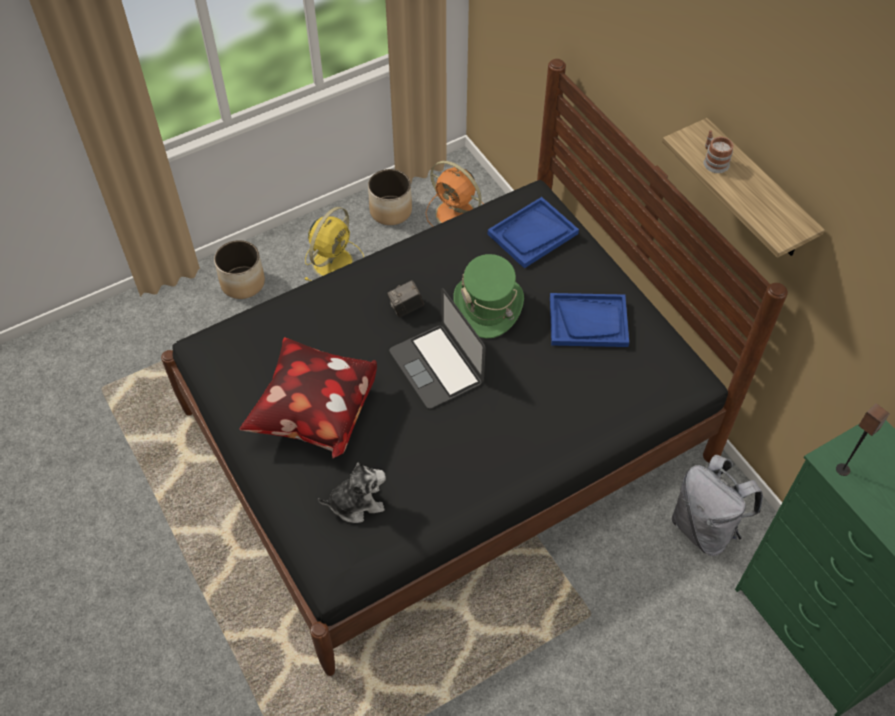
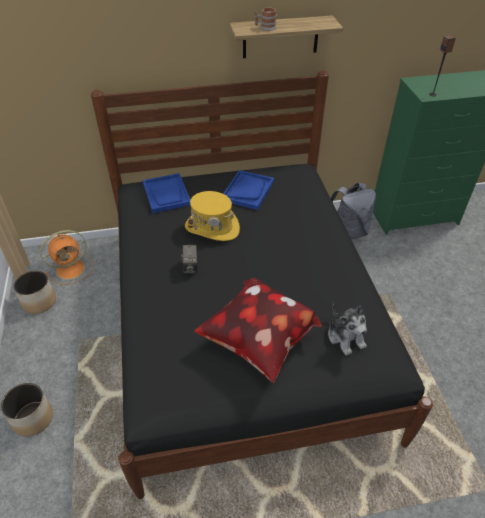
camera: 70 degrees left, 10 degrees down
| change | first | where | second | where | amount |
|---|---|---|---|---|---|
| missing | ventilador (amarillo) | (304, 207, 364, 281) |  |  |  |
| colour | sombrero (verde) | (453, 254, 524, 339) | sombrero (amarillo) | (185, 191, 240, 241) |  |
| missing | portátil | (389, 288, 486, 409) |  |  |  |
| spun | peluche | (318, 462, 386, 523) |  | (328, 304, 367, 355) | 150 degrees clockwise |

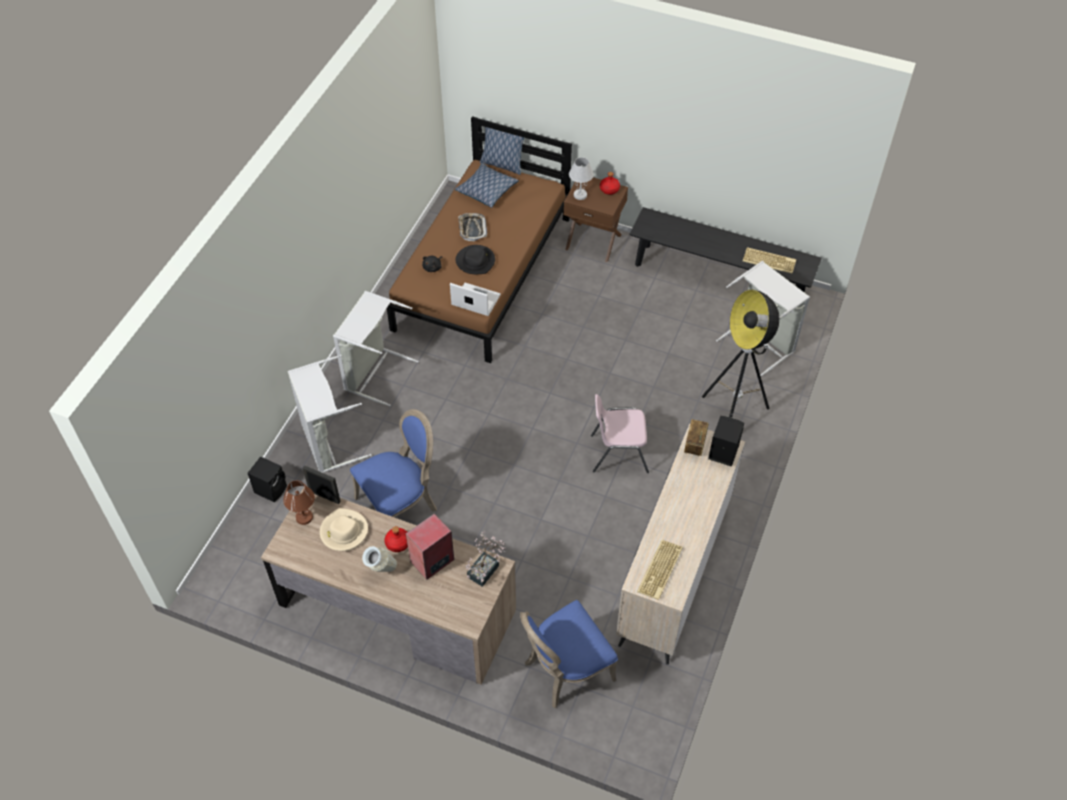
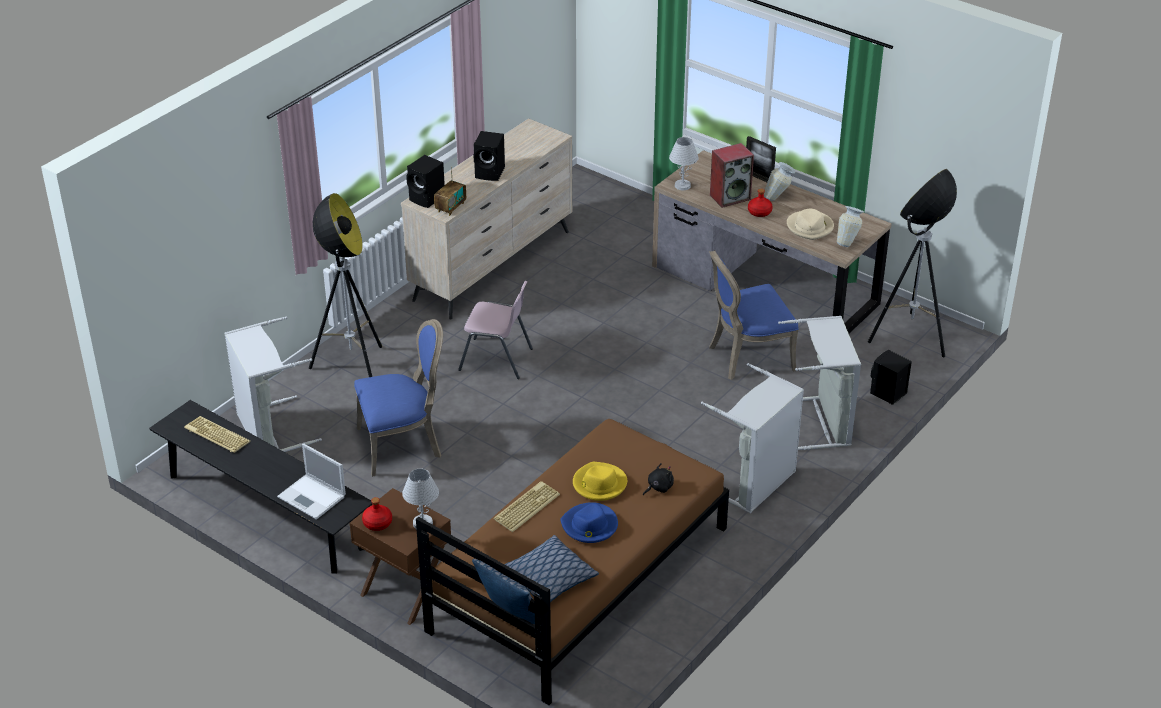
camera: 165 degrees left, 15 degrees down
| change | first | where | second | where | amount |
|---|---|---|---|---|---|
| exchanged | bandeja | (458, 213, 487, 241) | sombrero (azul) | (560, 502, 618, 543) |  |
| colour | sombrero (negro) | (456, 245, 495, 274) | sombrero (amarillo) | (573, 462, 627, 501) |  |
| relocated | portátil | (450, 283, 501, 316) |  | (277, 443, 346, 520) |  |
| relocated | portarretratos | (303, 465, 341, 504) |  | (746, 136, 776, 182) |  |
| exchanged | lámpara de mesa (marrón) | (283, 480, 315, 525) | florero | (837, 206, 864, 247) |  |
| exchanged | planta en maceta | (466, 531, 506, 587) | lámpara de mesa (blanco) | (669, 137, 699, 190) |  |
| relocated | teclado | (637, 540, 683, 600) |  | (494, 481, 560, 532) |  |
| relocated | silla (azul) | (520, 600, 618, 708) |  | (354, 319, 443, 477) |  |
| appeared |  |  | altavoz (negro) | (473, 131, 505, 181) |  |
| appeared |  |  | lámpara de pie | (868, 169, 957, 357) |  |

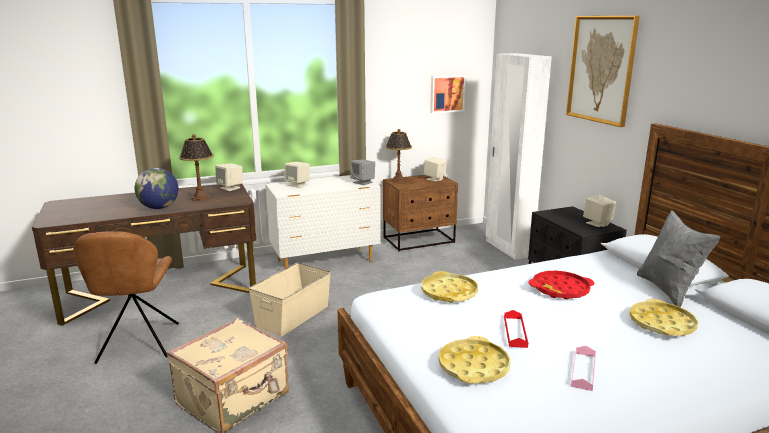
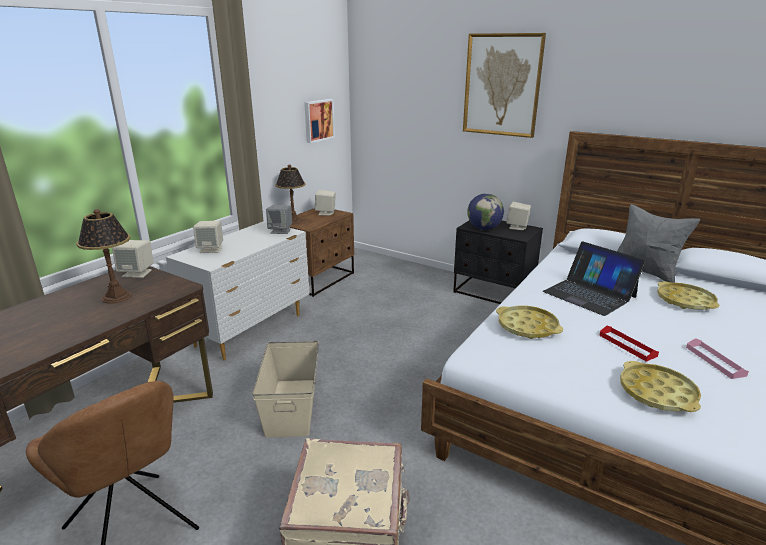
camera: 35 degrees left, 5 degrees up
| change | first | where | second | where | amount |
|---|---|---|---|---|---|
| missing | armario ropero (blanco) | (485, 53, 552, 260) |  |  |  |
| relocated | globo terráqueo | (135, 168, 178, 209) |  | (467, 193, 504, 230) |  |
| exchanged | bandeja (rojo) | (528, 271, 594, 299) | portátil | (542, 241, 646, 316) |  |

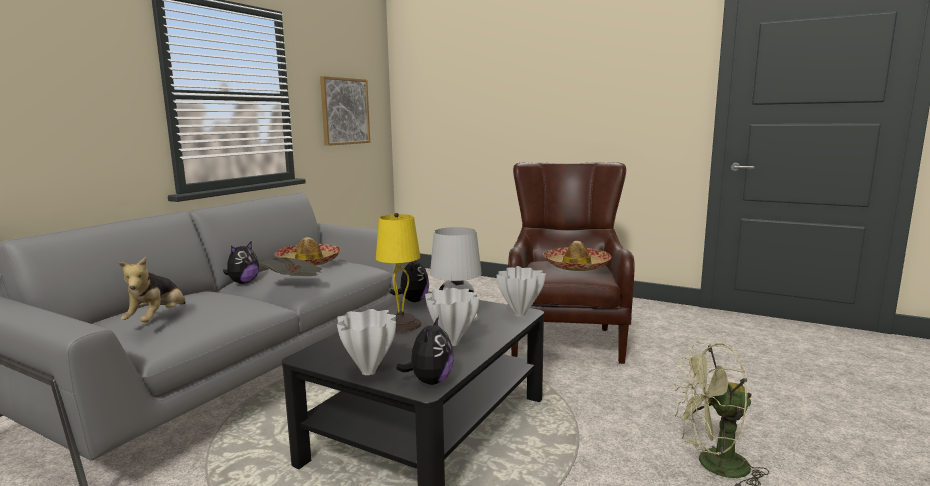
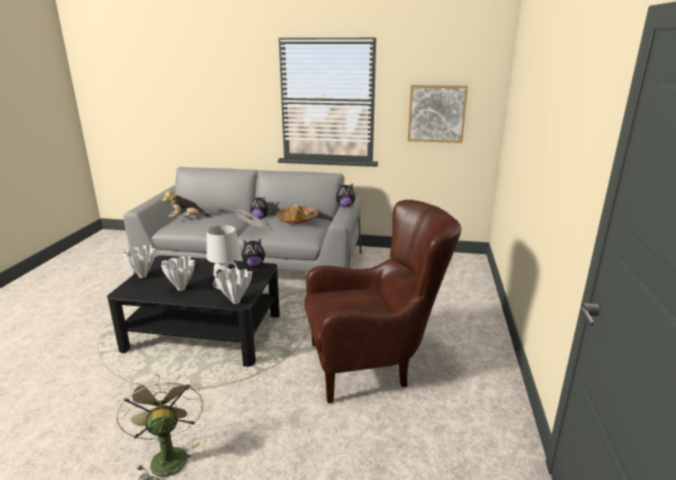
camera: 70 degrees right, 10 degrees up
| change | first | where | second | where | amount |
|---|---|---|---|---|---|
| missing | lámpara de mesa (amarillo) | (376, 213, 421, 333) |  |  |  |
| missing | sombrero | (543, 241, 611, 271) |  |  |  |
| relocated | peluche | (396, 316, 454, 385) |  | (336, 183, 356, 207) |  |

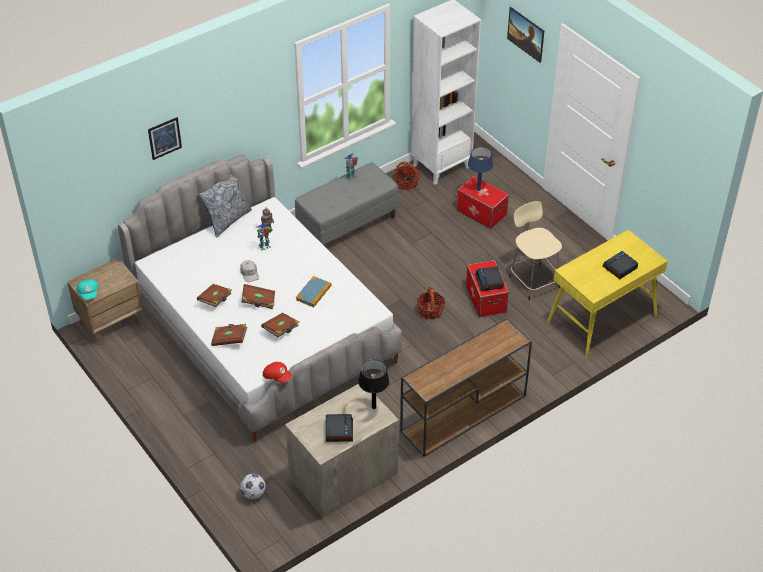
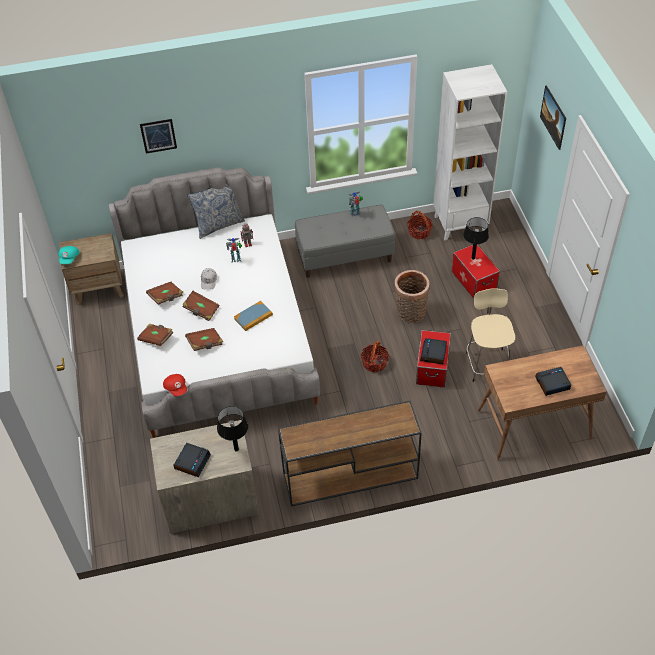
camera: 25 degrees right, 5 degrees up
| change | first | where | second | where | amount |
|---|---|---|---|---|---|
| colour | lámpara de mesa (azul) | (468, 147, 493, 191) | lámpara de mesa (negro) | (463, 217, 489, 260) |  |
| colour | escritorio (amarillo) | (546, 230, 668, 358) | escritorio (marrón) | (478, 345, 607, 460) |  |
| missing | balón de fútbol | (240, 474, 265, 499) |  |  |  |
| appeared |  |  | cesta | (394, 270, 430, 323) |  |

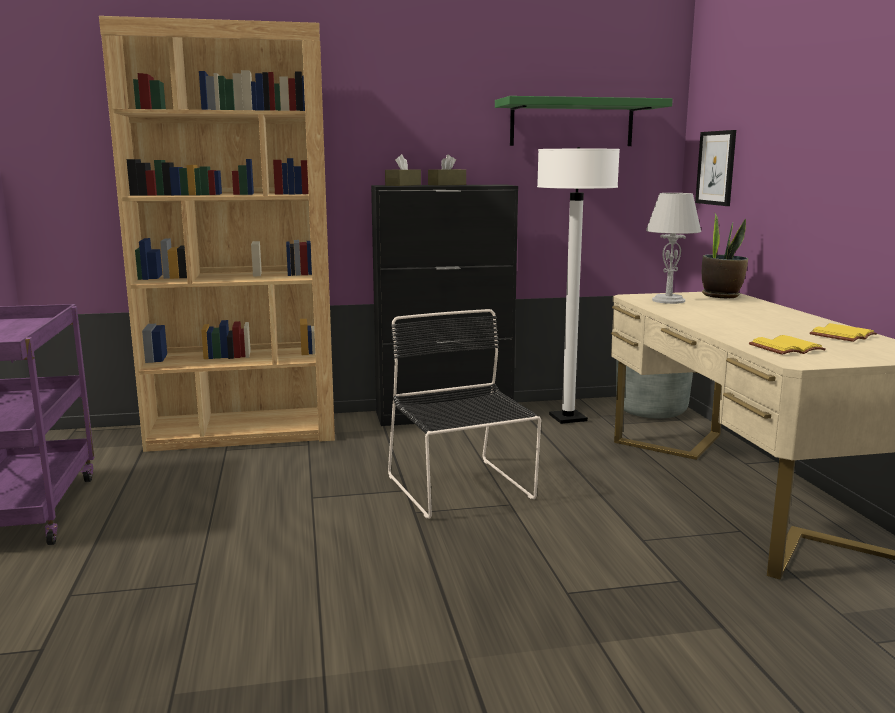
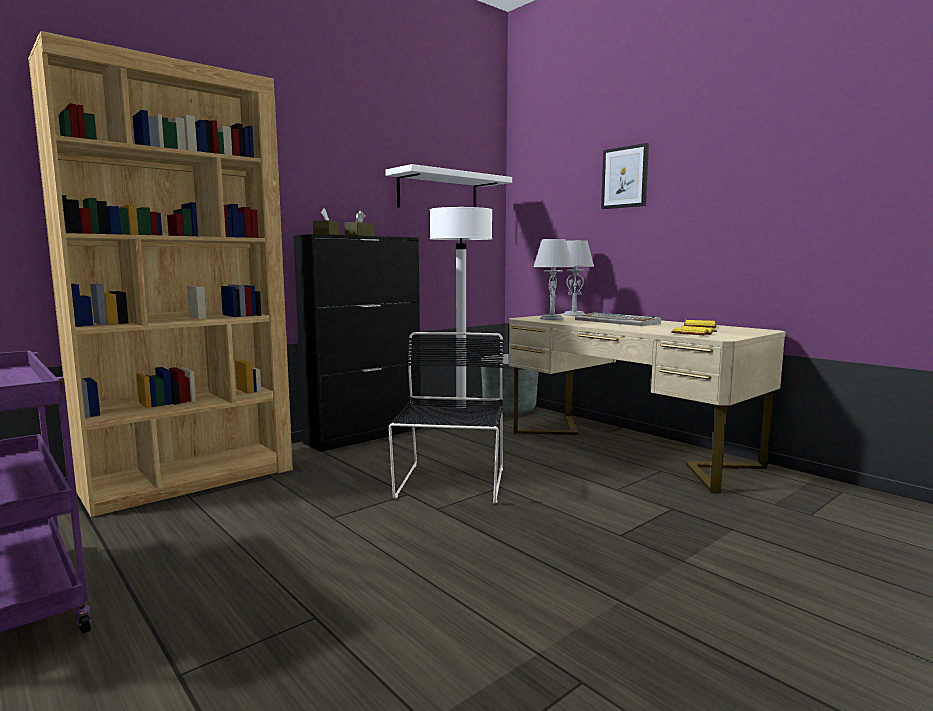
camera: 30 degrees left, 5 degrees down
| change | first | where | second | where | amount |
|---|---|---|---|---|---|
| colour | estante (verde) | (495, 96, 673, 146) | estante (blanco) | (385, 164, 512, 208) |  |
| relocated | cuadro | (695, 130, 736, 206) |  | (601, 143, 649, 209) |  |
| exchanged | planta en maceta | (702, 212, 748, 298) | lámpara de mesa (gris) | (563, 240, 594, 316) |  |
| spun | silla (negro) | (388, 309, 541, 519) |  | (389, 332, 504, 504) | 60 degrees clockwise |
| appeared |  |  | teclado | (575, 312, 661, 326) |  |

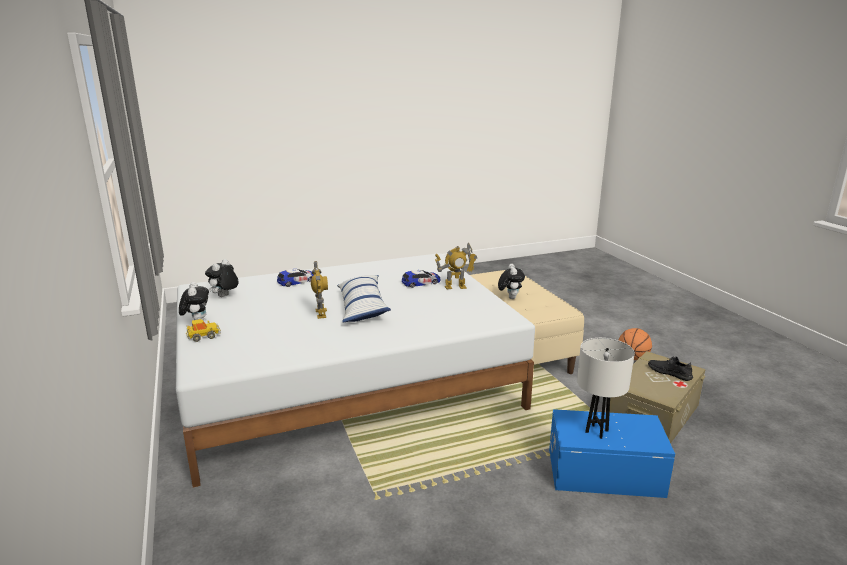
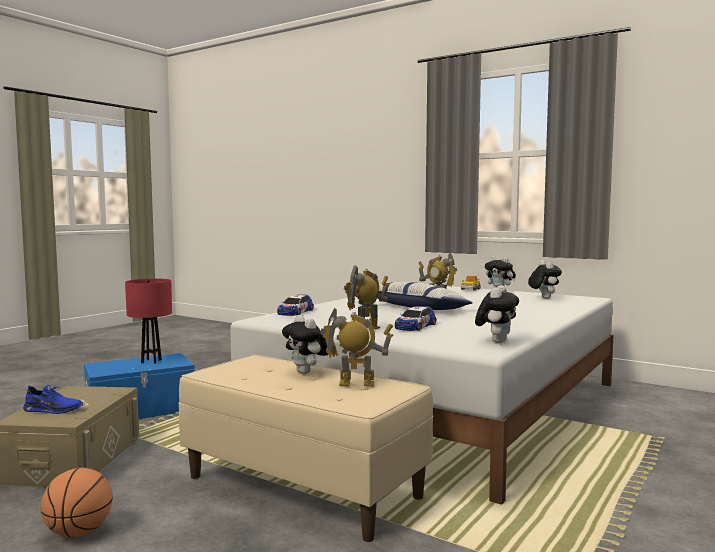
camera: 145 degrees right, 15 degrees down
| change | first | where | second | where | amount |
|---|---|---|---|---|---|
| relocated | coche de juguete | (277, 269, 313, 287) |  | (277, 294, 314, 316) |  |
| colour | lámpara de mesa (blanco) | (577, 338, 635, 439) | lámpara de mesa (rojo) | (125, 279, 172, 364) |  |
| colour | zapato (negro) | (648, 356, 693, 381) | zapato (azul) | (23, 385, 83, 414) |  |
| appeared |  |  | peluche | (475, 285, 519, 343) |  |
| appeared |  |  | robot de juguete | (320, 307, 393, 386) |  |

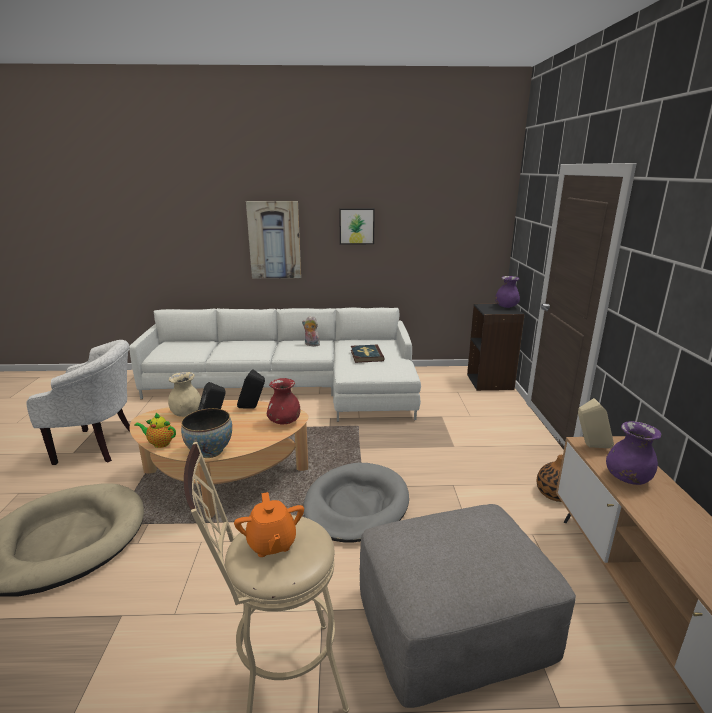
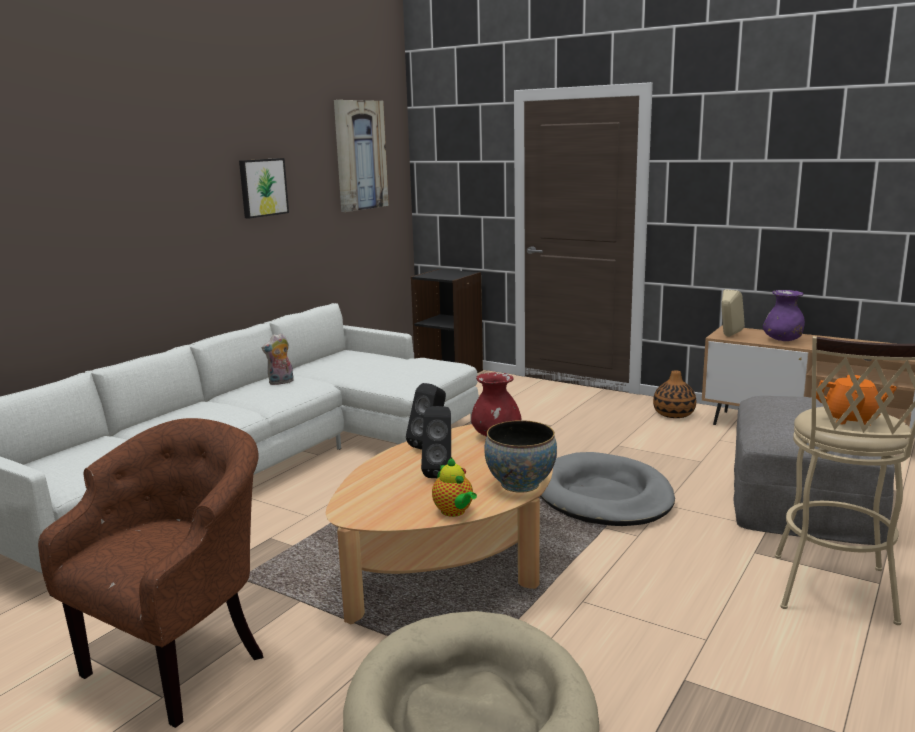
camera: 55 degrees left, 5 degrees down
| change | first | where | second | where | amount |
|---|---|---|---|---|---|
| relocated | cuadro | (246, 201, 301, 278) |  | (334, 100, 389, 212) |  |
| missing | florero (morado) | (495, 276, 520, 308) |  |  |  |
| colour | sillón (blanco) | (26, 340, 130, 465) | sillón (marrón) | (38, 418, 263, 728) |  |
| missing | libro | (351, 345, 384, 363) |  |  |  |
| missing | florero (beis) | (168, 372, 201, 417) |  |  |  |
| spun | tetera | (134, 413, 176, 448) |  | (432, 457, 477, 517) | 75 degrees counterclockwise |

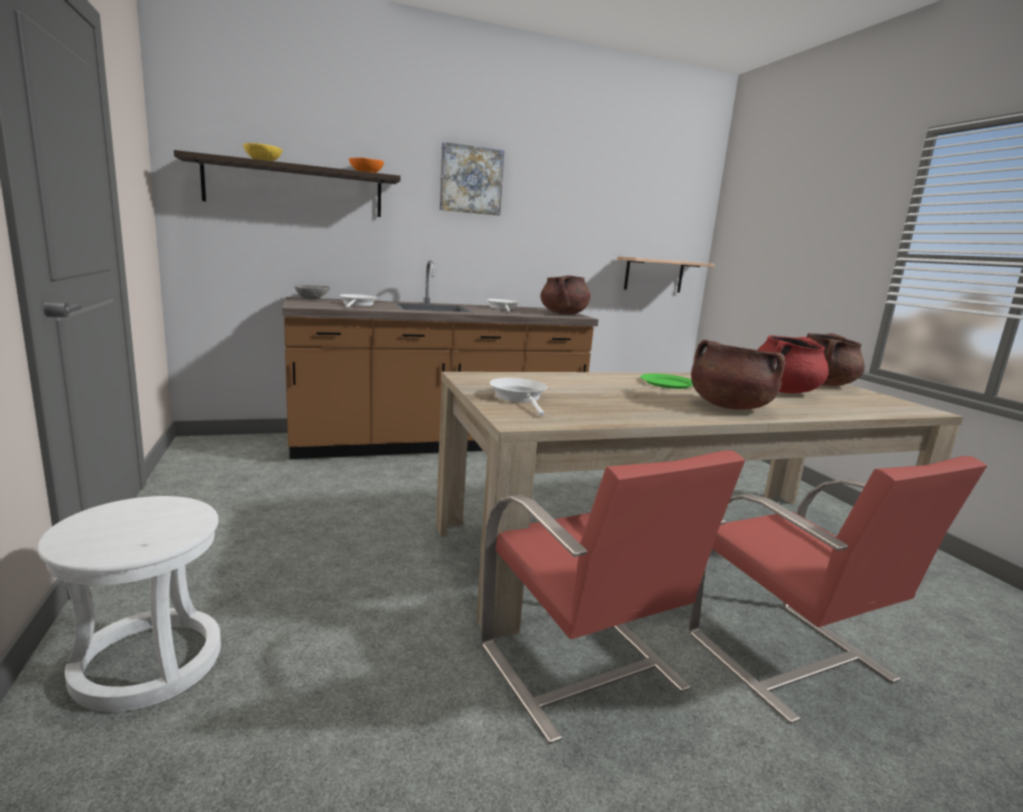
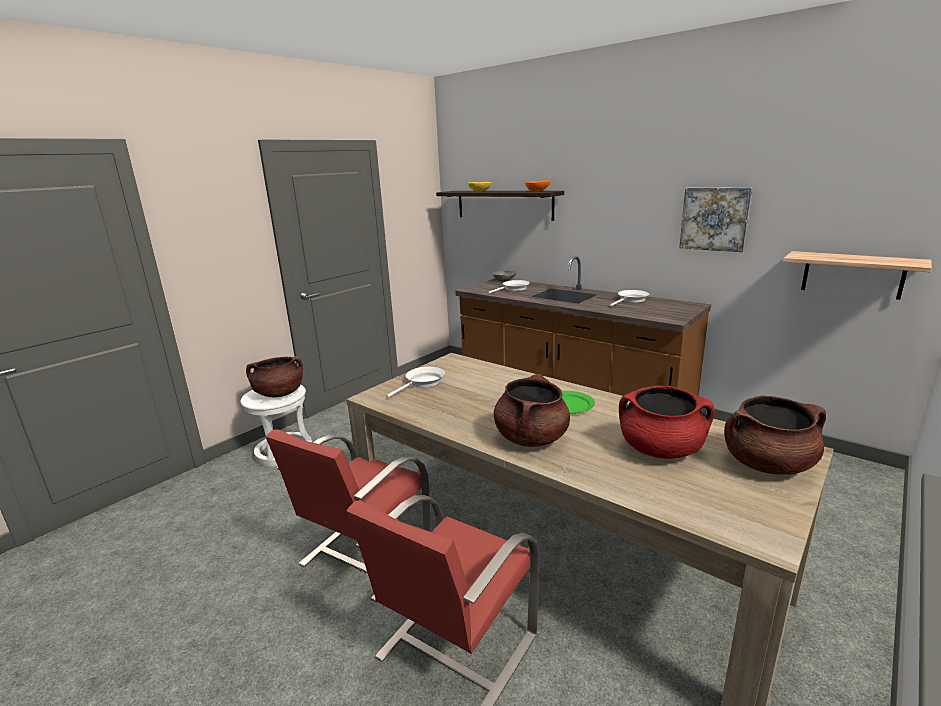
camera: 60 degrees right, 5 degrees up
| change | first | where | second | where | amount |
|---|---|---|---|---|---|
| relocated | cuadro | (439, 142, 505, 216) |  | (679, 187, 753, 252) |  |
| relocated | olla (marrón) | (540, 275, 591, 314) |  | (246, 357, 303, 397) |  |

